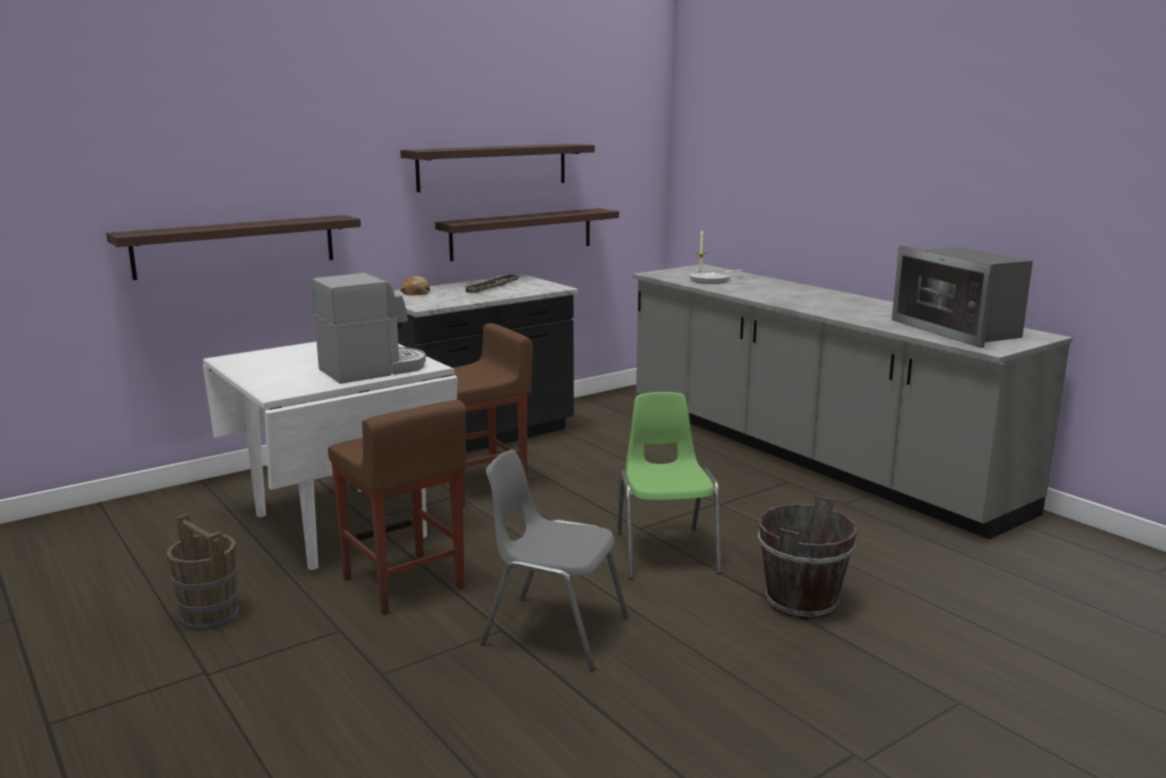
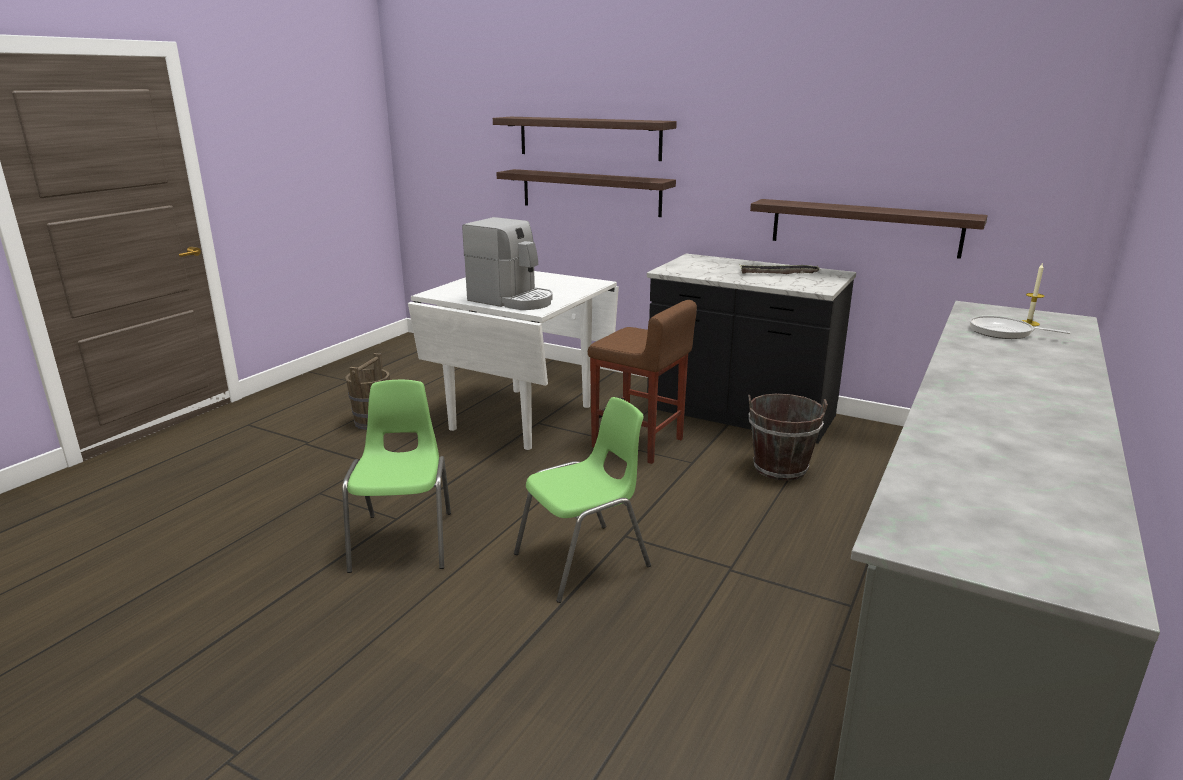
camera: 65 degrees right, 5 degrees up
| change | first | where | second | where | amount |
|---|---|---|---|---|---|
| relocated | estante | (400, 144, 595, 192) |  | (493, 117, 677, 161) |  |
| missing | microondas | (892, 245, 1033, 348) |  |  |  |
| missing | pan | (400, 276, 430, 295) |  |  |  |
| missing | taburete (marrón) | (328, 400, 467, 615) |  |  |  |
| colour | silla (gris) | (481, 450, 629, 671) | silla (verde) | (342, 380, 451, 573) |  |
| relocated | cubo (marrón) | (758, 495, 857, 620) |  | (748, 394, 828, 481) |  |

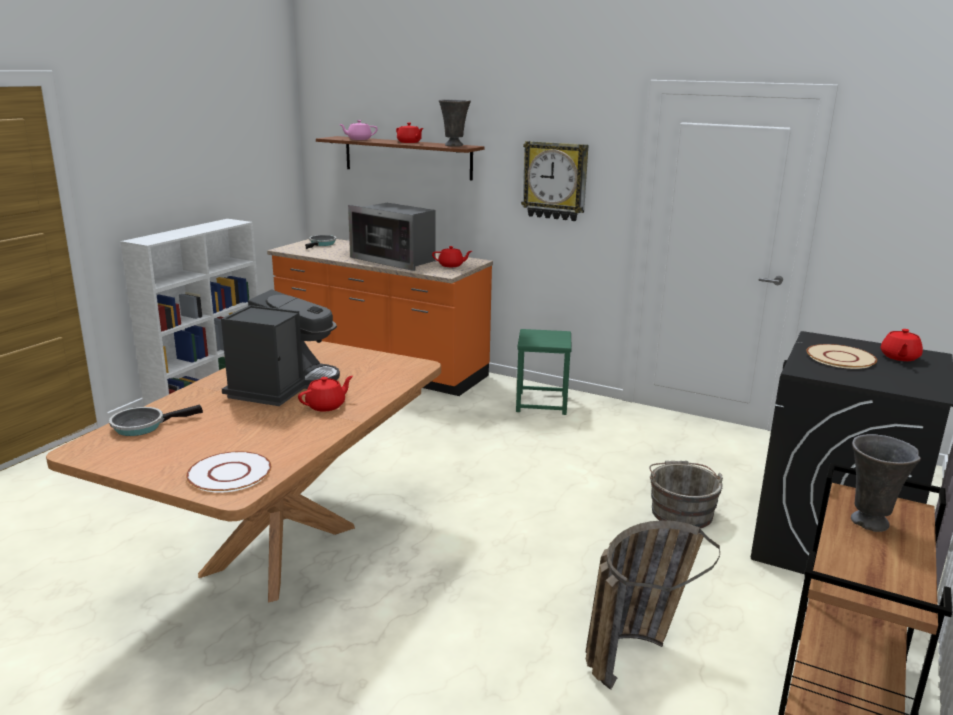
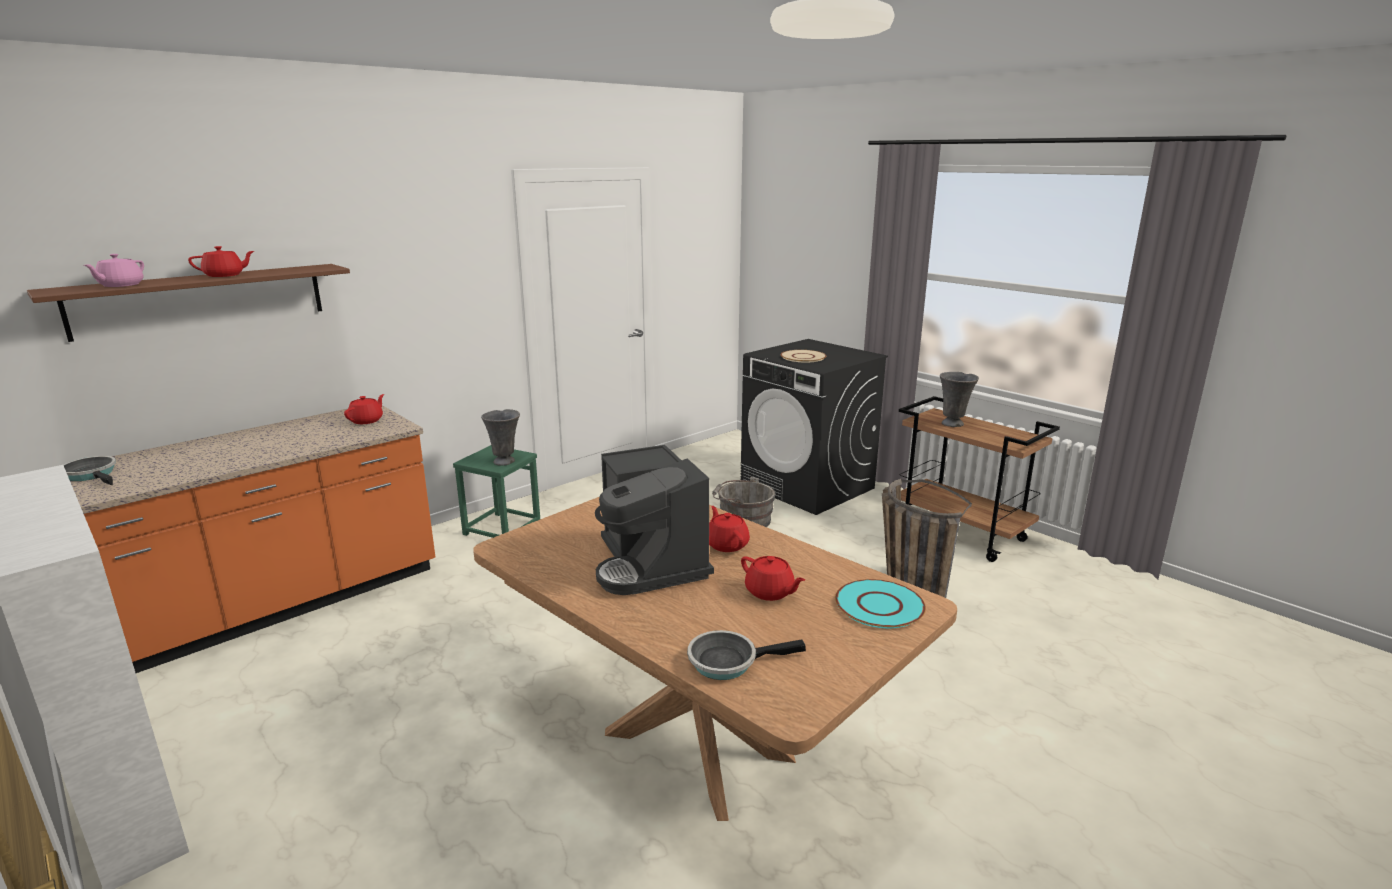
camera: 70 degrees left, 0 degrees up
| change | first | where | second | where | amount |
|---|---|---|---|---|---|
| relocated | florero (gris) | (439, 100, 471, 147) |  | (481, 409, 520, 466) |  |
| missing | reloj de pared | (521, 141, 588, 221) |  |  |  |
| missing | microondas | (348, 203, 436, 271) |  |  |  |
| spun | cafetera | (221, 289, 340, 406) |  | (595, 445, 714, 595) | 150 degrees counterclockwise |
| relocated | tetera (rojo) | (881, 329, 923, 361) |  | (741, 556, 805, 601) |  |
| spun | sartén | (109, 405, 203, 436) |  | (687, 630, 806, 680) | 90 degrees clockwise |
| colour | plato (blanco) | (186, 451, 271, 493) | plato (turquesa) | (835, 579, 926, 628) |  |

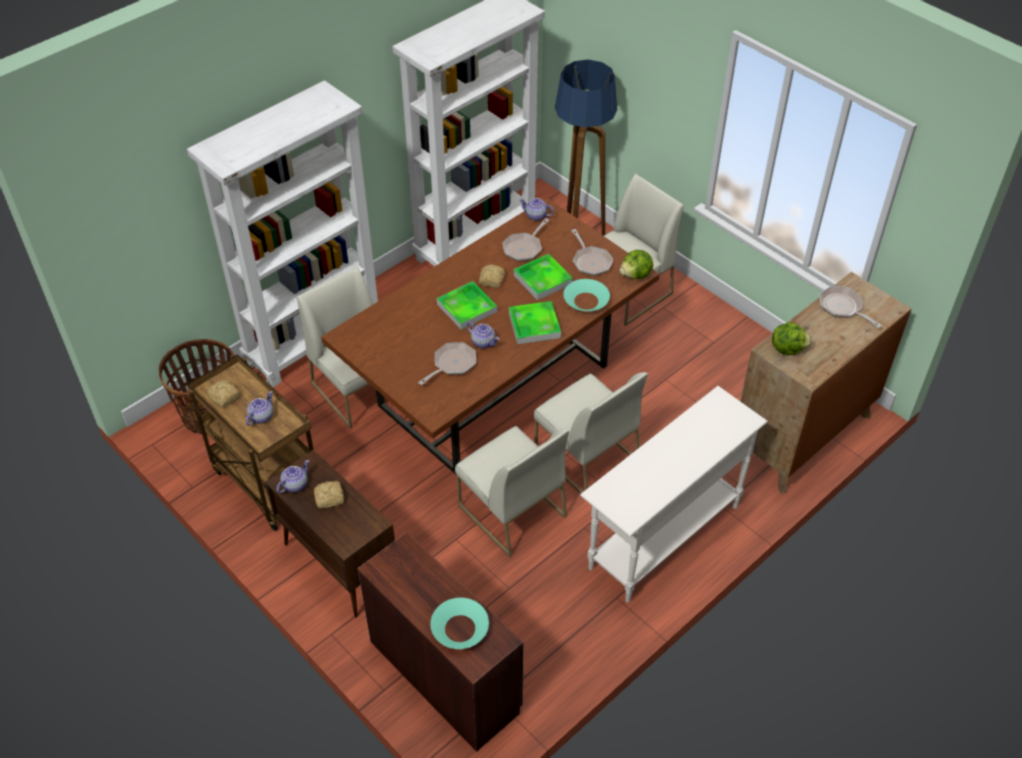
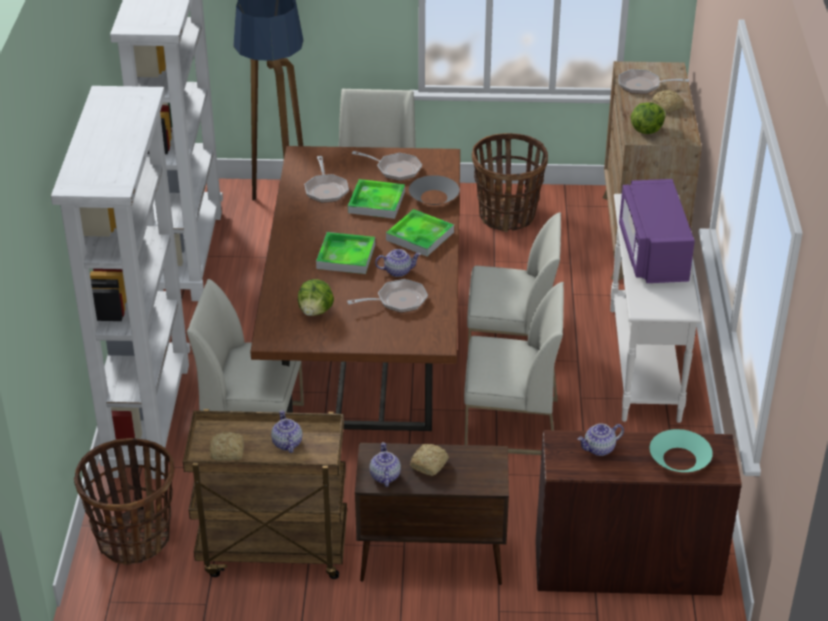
camera: 45 degrees left, 10 degrees down
| change | first | where | second | where | amount |
|---|---|---|---|---|---|
| relocated | tetera | (520, 198, 554, 221) |  | (578, 424, 624, 456) |  |
| relocated | lechuga | (620, 250, 653, 279) |  | (298, 279, 334, 316) |  |
| relocated | pan | (479, 264, 505, 288) |  | (652, 90, 685, 113) |  |
| colour | cuenco (turquesa) | (563, 279, 610, 311) | cuenco (gris) | (409, 175, 460, 205) |  |
| spun | sartén | (418, 342, 476, 385) |  | (347, 279, 428, 313) | 75 degrees clockwise |
| appeared |  |  | cesta | (472, 133, 548, 232) |  |
| appeared |  |  | microondas (morado) | (619, 179, 695, 283) |  |

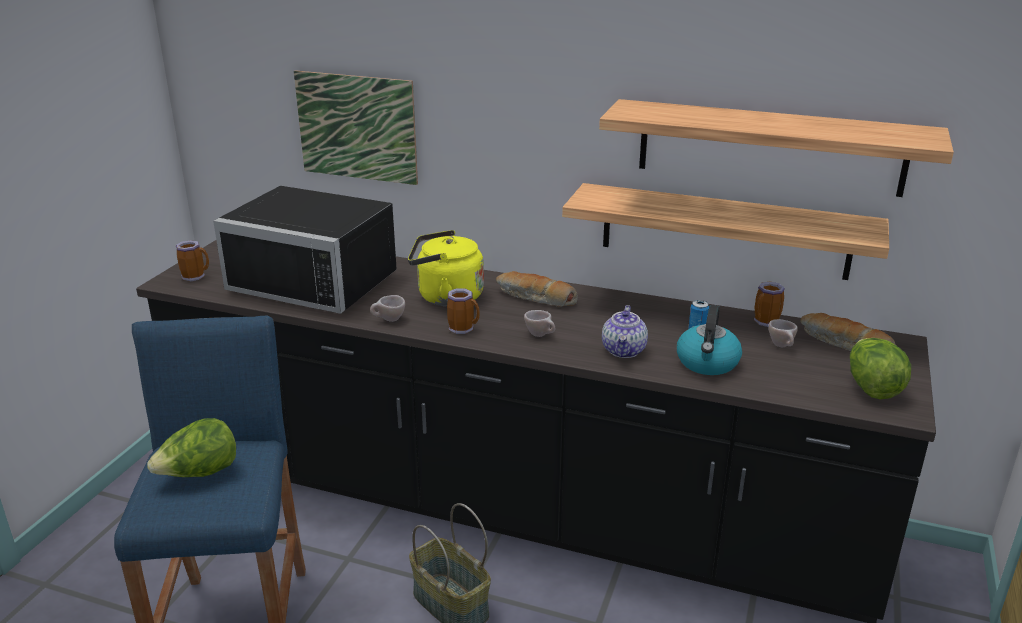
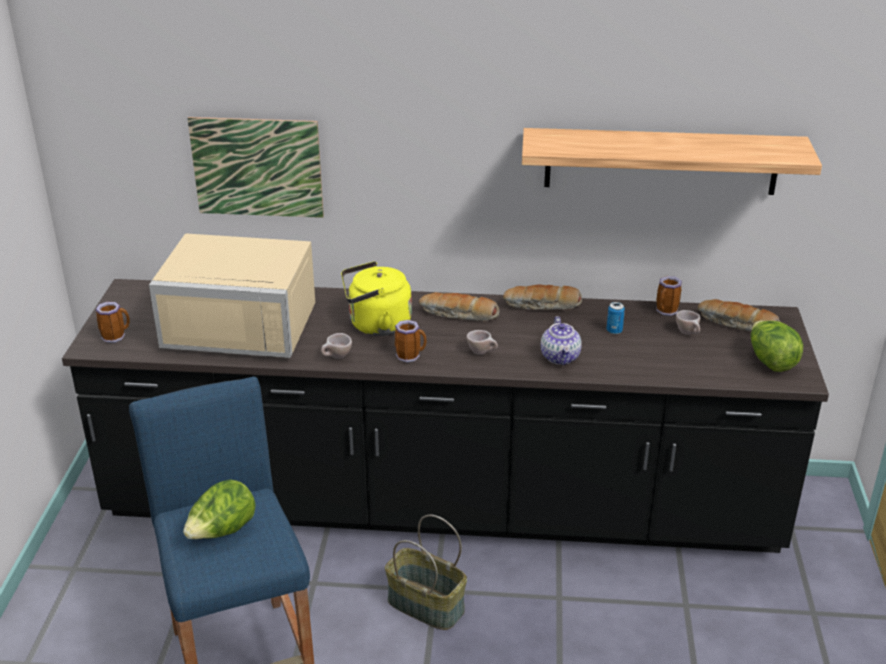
camera: 15 degrees left, 5 degrees up
| change | first | where | second | where | amount |
|---|---|---|---|---|---|
| missing | estante | (562, 183, 889, 280) |  |  |  |
| colour | microondas (negro) | (213, 186, 397, 314) | microondas (beis) | (149, 233, 315, 358) |  |
| missing | hervidor | (677, 305, 742, 375) |  |  |  |
| appeared |  |  | pan | (503, 284, 582, 310) |  |

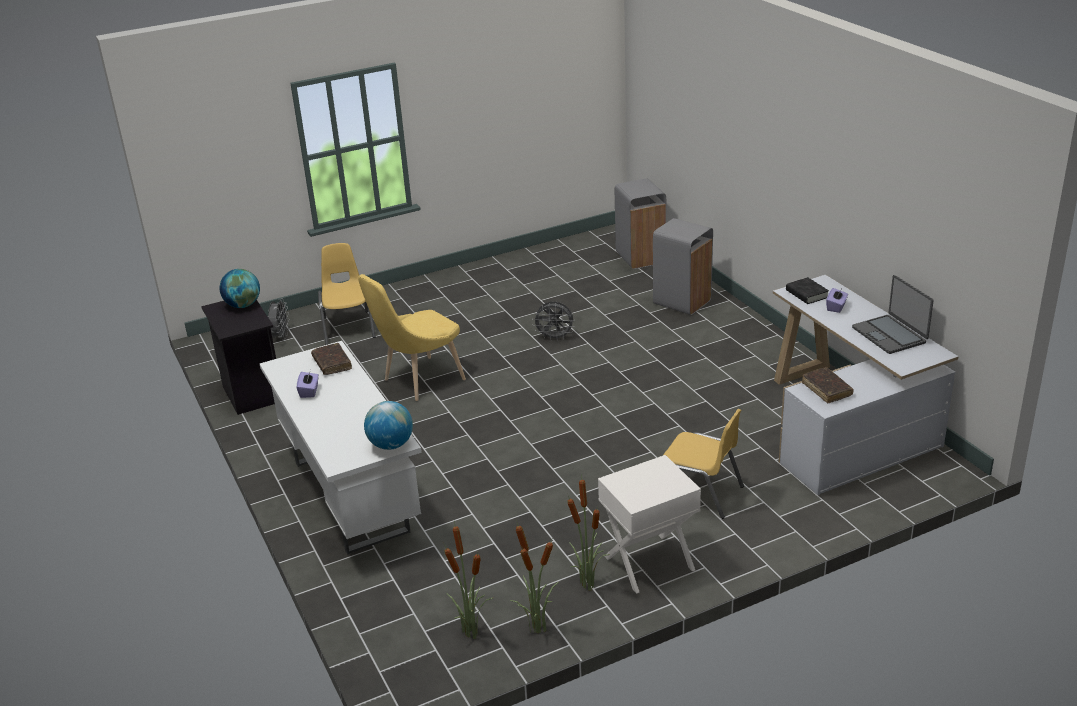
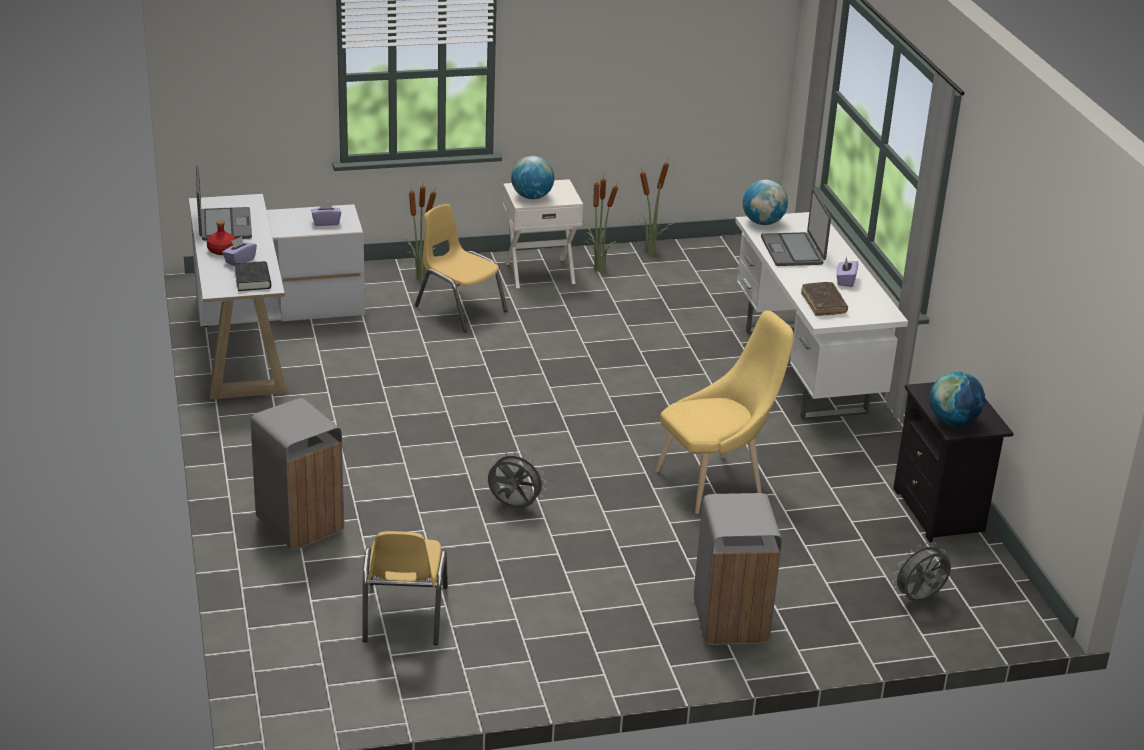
camera: 170 degrees left, 0 degrees up
| change | first | where | second | where | amount |
|---|---|---|---|---|---|
| relocated | papelera (gris) | (615, 179, 666, 269) |  | (694, 493, 782, 645) |  |
| relocated | silla (amarillo) | (318, 243, 376, 345) |  | (362, 531, 448, 645) |  |
| spun | ventilador (gris) | (268, 300, 290, 339) |  | (892, 542, 951, 602) | 45 degrees clockwise |
| exchanged | libro (marrón) | (802, 367, 854, 403) | caja de pañuelos (morado) | (311, 201, 341, 226) |  |
| relocated | planta en maceta | (444, 521, 493, 639) |  | (402, 185, 436, 281) |  |
| appeared |  |  | globo terráqueo | (511, 156, 554, 199) |  |
| appeared |  |  | portátil | (761, 189, 831, 266) |  |
| appeared |  |  | botella (rojo) | (207, 220, 235, 255) |  |

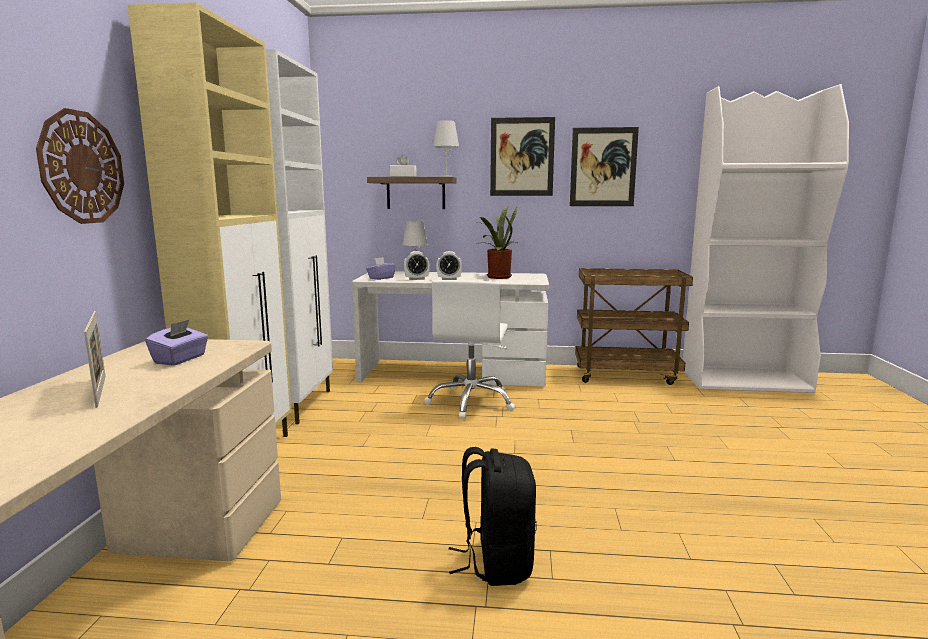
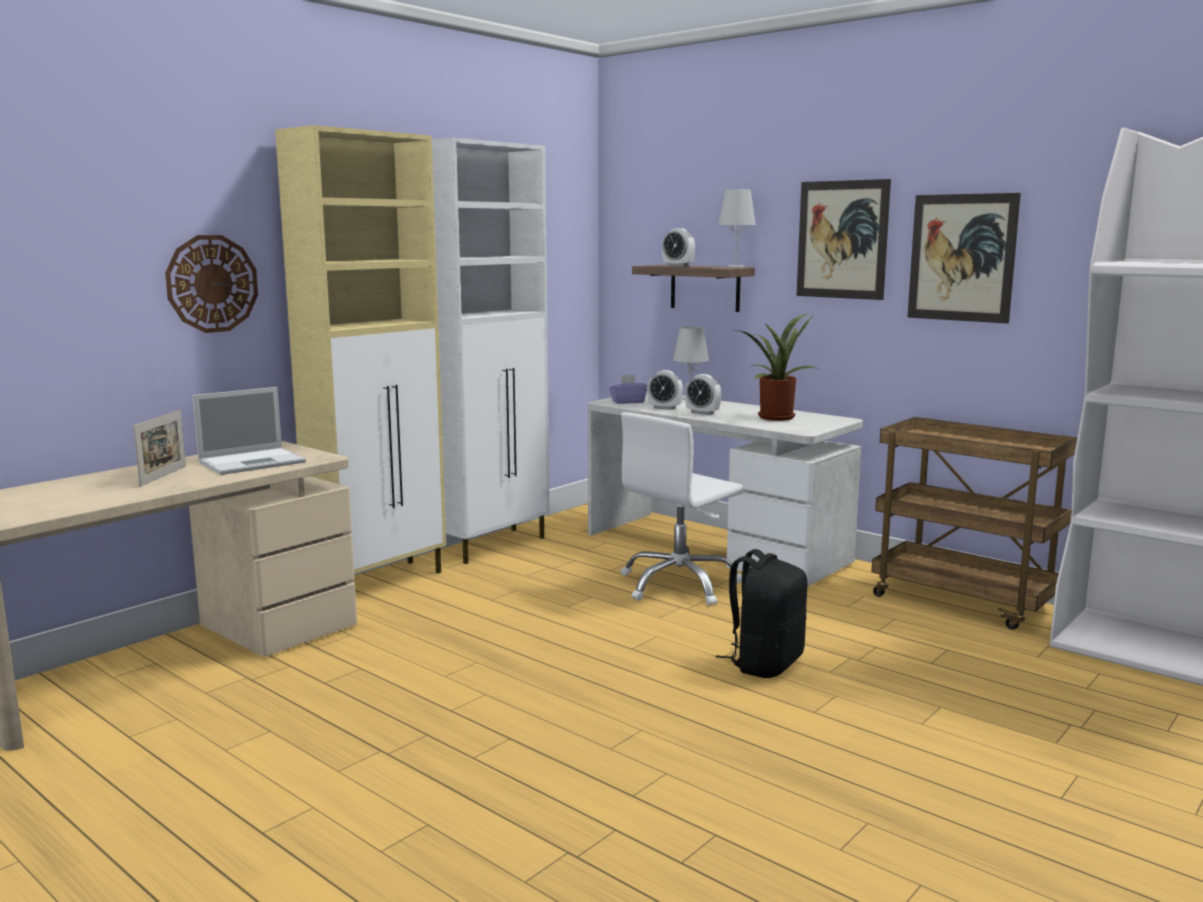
camera: 35 degrees right, 0 degrees up
| change | first | where | second | where | amount |
|---|---|---|---|---|---|
| exchanged | caja de pañuelos (blanco) | (390, 155, 417, 177) | despertador | (662, 228, 695, 267) |  |
| exchanged | caja de pañuelos (morado) | (145, 320, 208, 366) | portátil | (193, 387, 306, 475) |  |
| relocated | mochila (negro) | (448, 447, 537, 586) |  | (715, 549, 808, 678) |  |

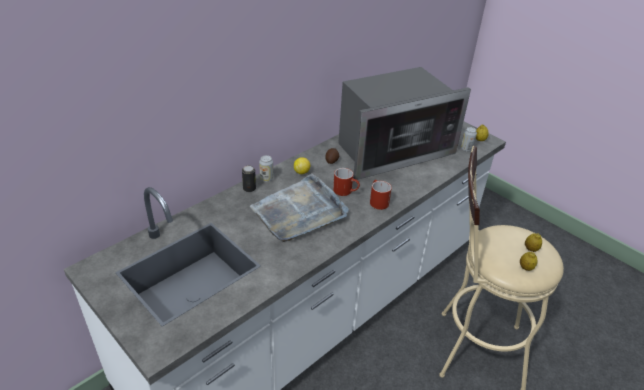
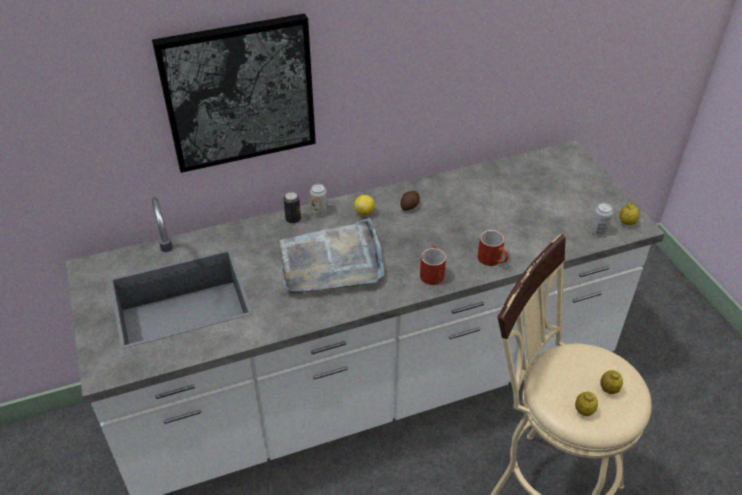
camera: 25 degrees right, 5 degrees up
| change | first | where | second | where | amount |
|---|---|---|---|---|---|
| missing | microondas | (338, 67, 471, 180) |  |  |  |
| relocated | taza grande (rojo) | (333, 168, 360, 196) |  | (478, 230, 508, 266) |  |
| appeared |  |  | cuadro | (152, 13, 316, 173) |  |

